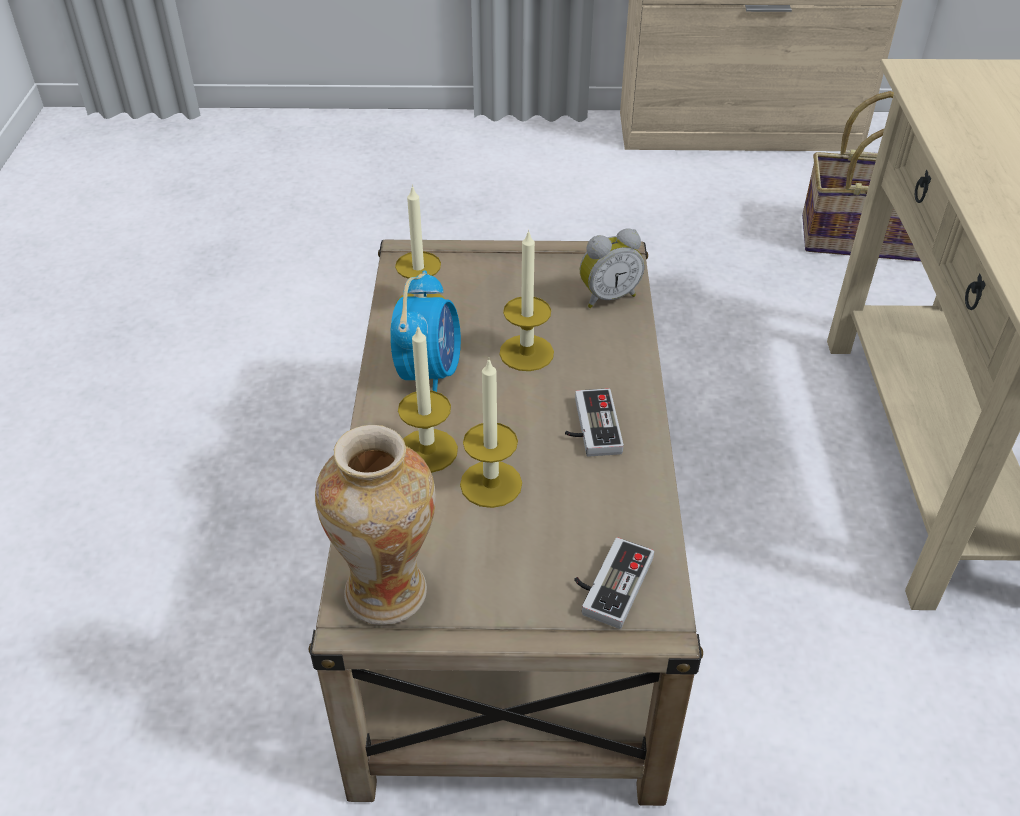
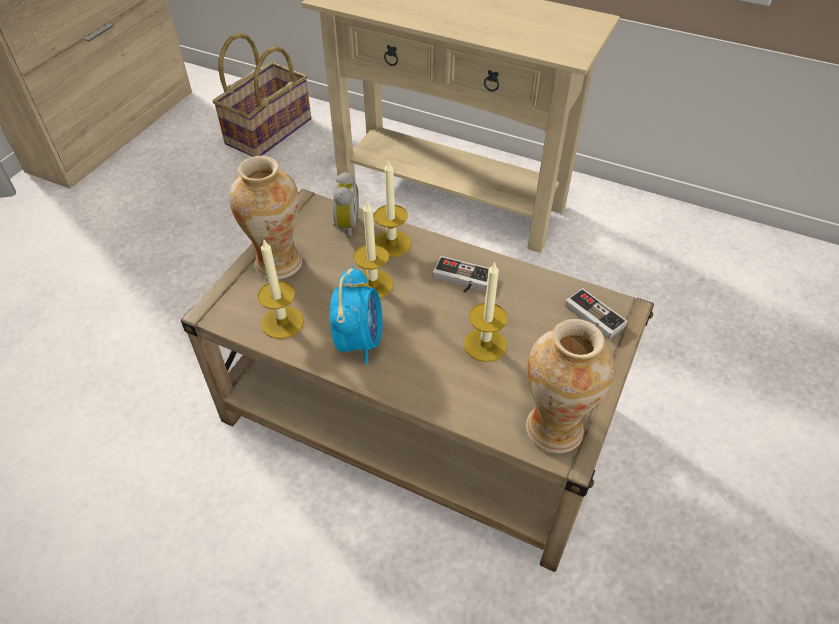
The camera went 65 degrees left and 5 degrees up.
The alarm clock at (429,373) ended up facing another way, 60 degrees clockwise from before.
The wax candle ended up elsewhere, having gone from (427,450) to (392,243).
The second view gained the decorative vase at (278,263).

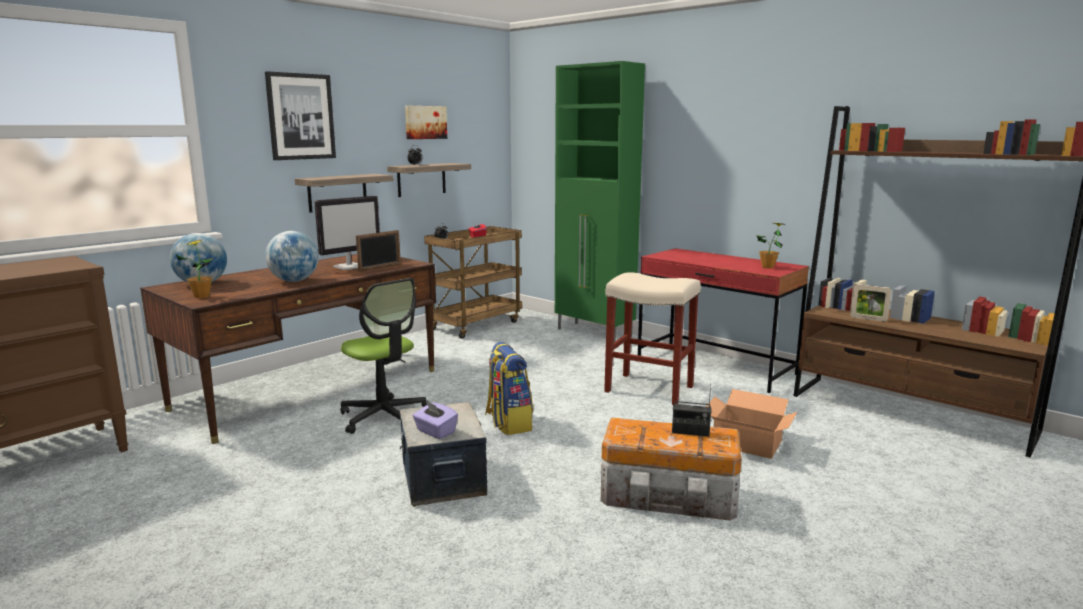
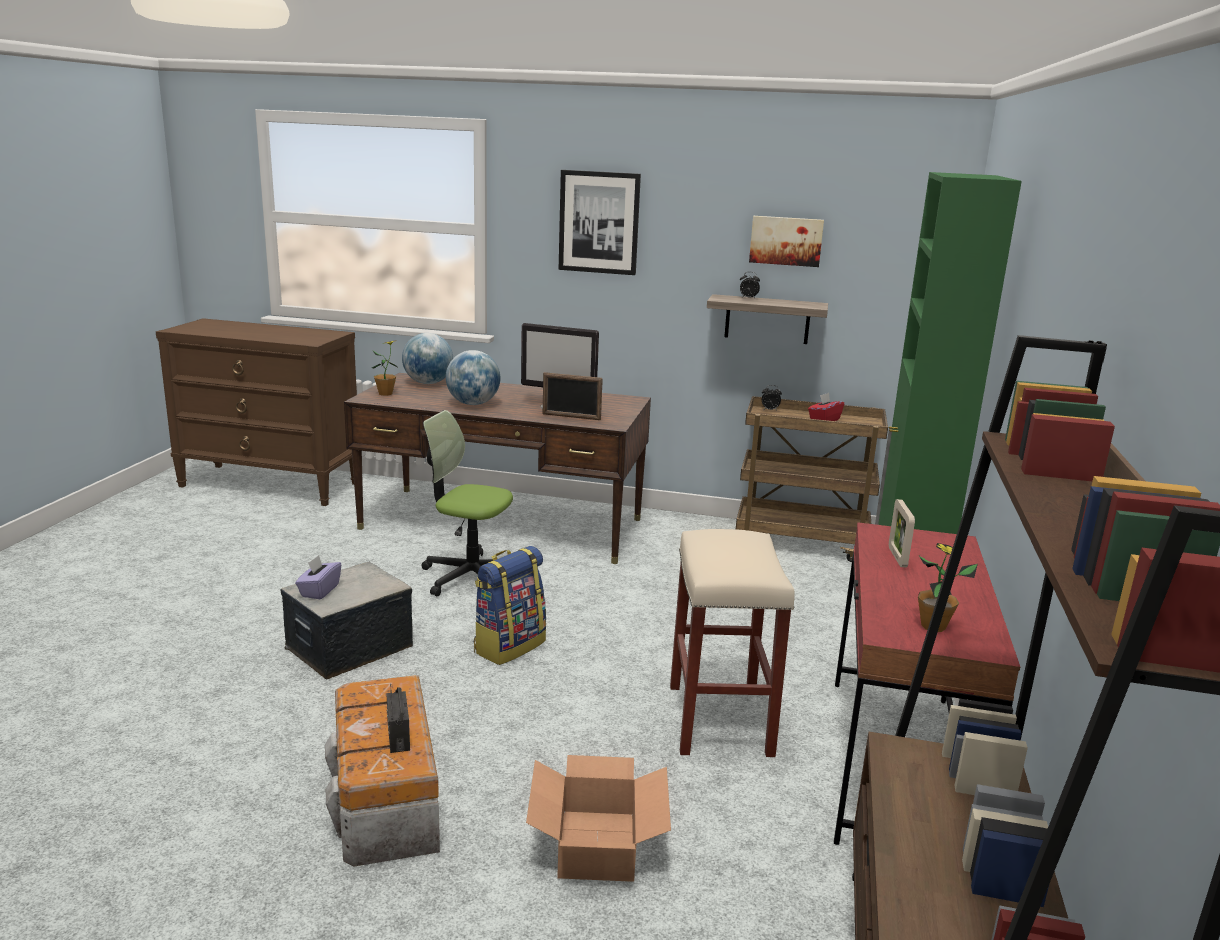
The camera went 60 degrees right and 5 degrees up.
The second view lost the bracket shelf at (337,192).
The desk chair at (384,416) ended up facing another way, 90 degrees clockwise from before.
The picture frame ended up elsewhere, having gone from (868,319) to (897,557).

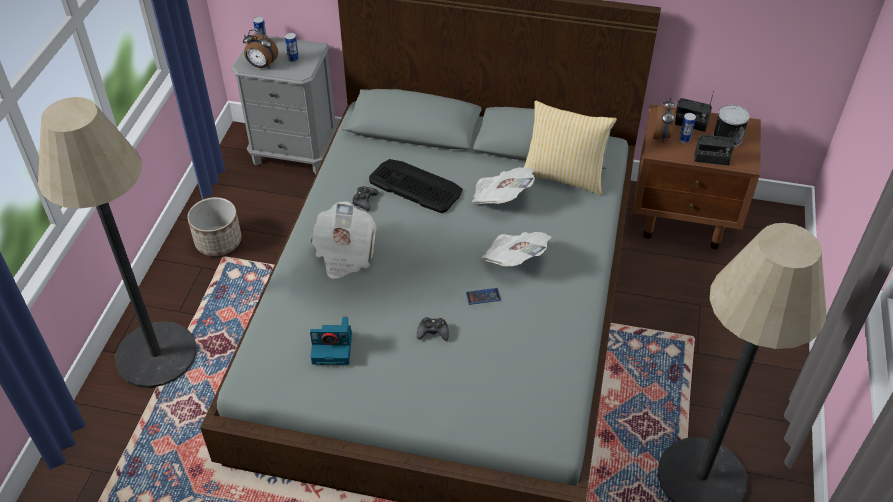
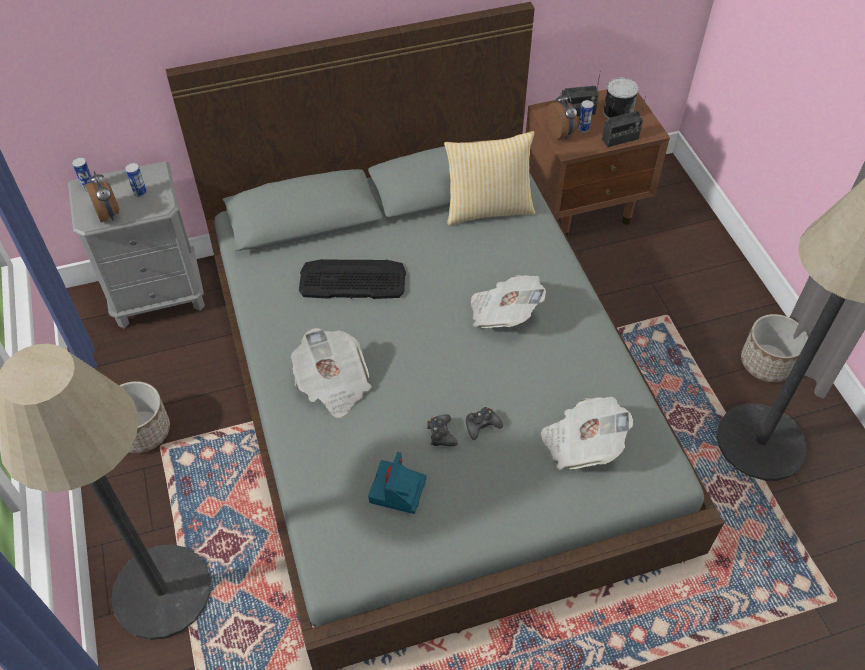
The camera went 30 degrees left and 5 degrees up.
The alarm clock at (262,66) ended up facing another way, 105 degrees counterclockwise from before.
The still camera at (333,347) ended up facing another way, 135 degrees clockwise from before.
The blackish joypad ended up elsewhere, having gone from (364,201) to (441,434).
The second view lost the phone at (483,296).
The printed paper ended up elsewhere, having gone from (501,197) to (582,444).
The second view gained the flower pot at (767,363).

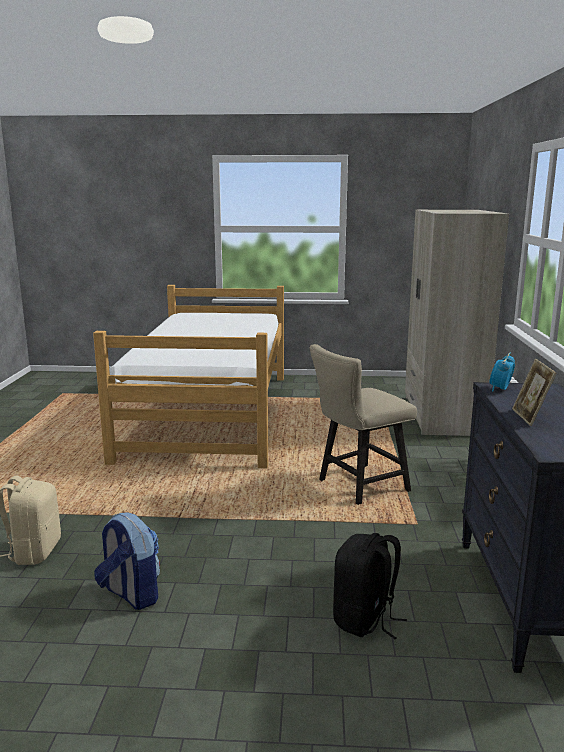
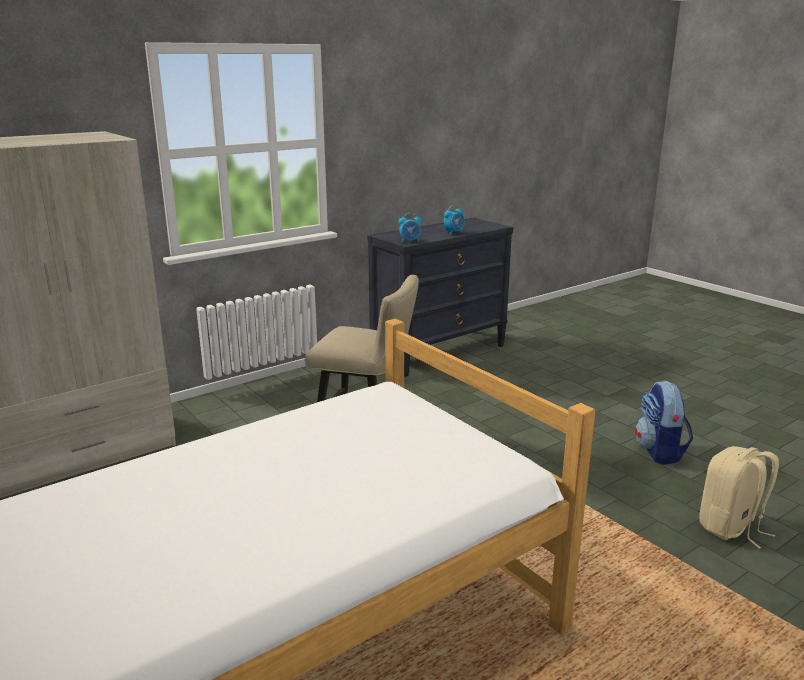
The camera went 130 degrees left and 5 degrees up.
The second view lost the blackish knapsack at (365,620).
Where the picture frame stood at (530,417), the alarm clock came to stand at (454,232).

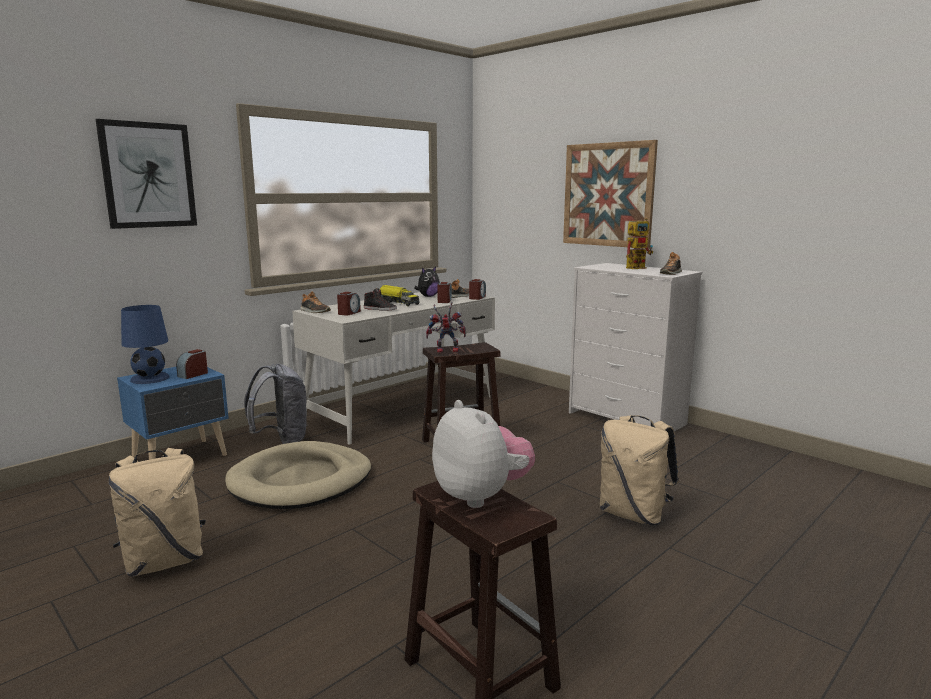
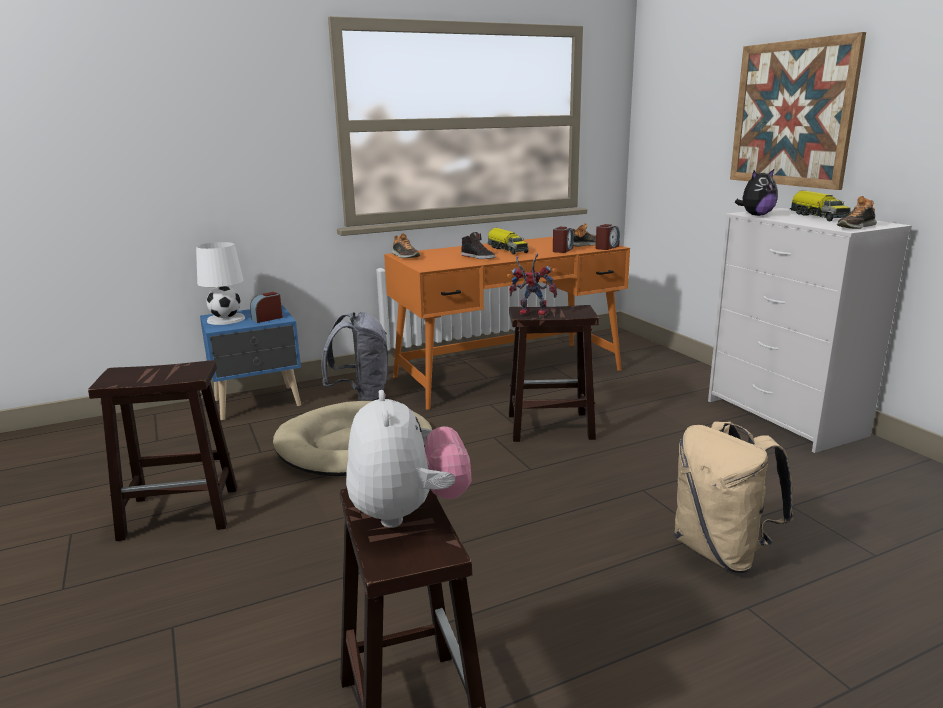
The camera went 20 degrees right and 5 degrees up.
The second view lost the wall art at (148,175).
Where the sand-coloured knapsack stood at (164,561), the brown-coloured stool came to stand at (182,512).
What was the blue-coloured tabletop lamp at (150,378) turned into the whitish tabletop lamp at (226,319).
What was the whitish desk table at (403,408) turned into the orange desk table at (508,373).
The second view lost the alarm clock at (349,313).
The plush toy ended up elsewhere, having gone from (428,296) to (756,215).
Where the toy robot stood at (638,267), the toy truck came to stand at (817,216).

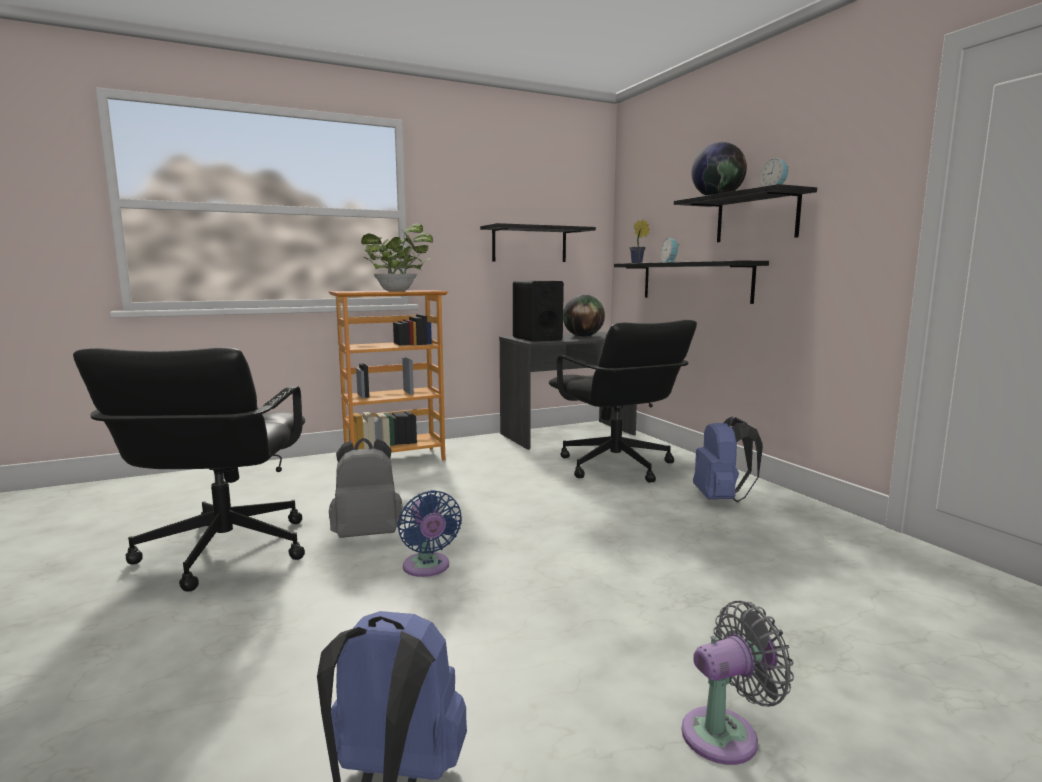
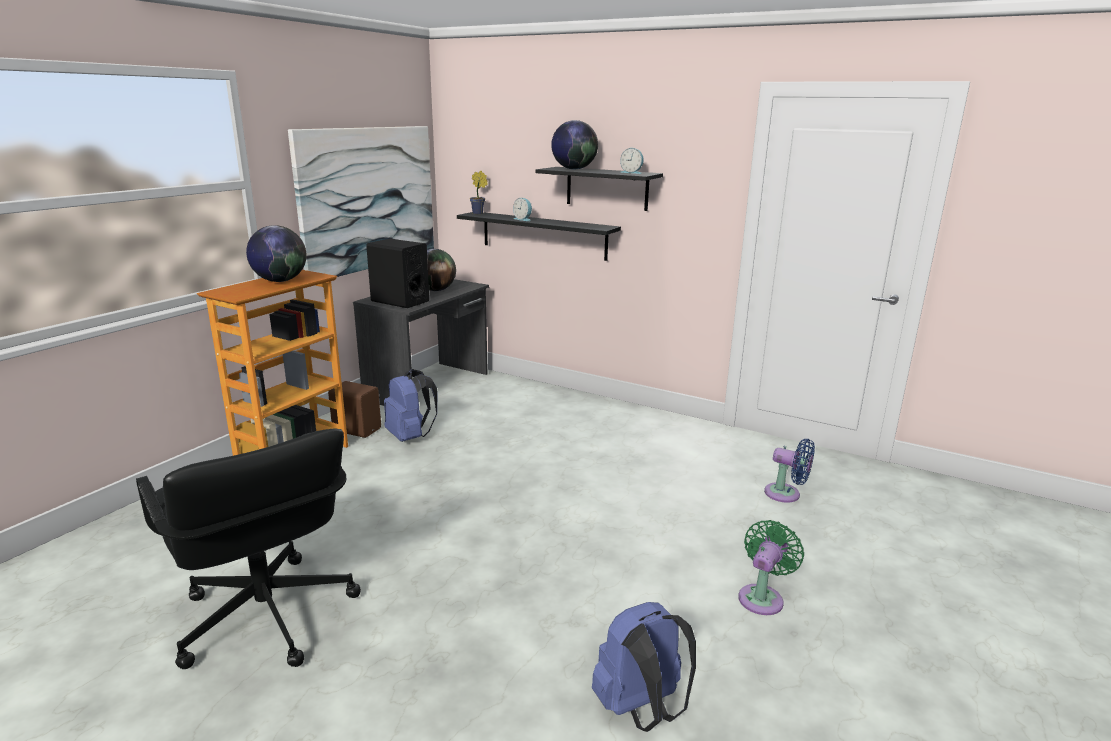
The camera went 35 degrees left and 10 degrees up.
The second view lost the greyish knapsack at (368,534).
Where the houseplant stood at (399,290), the desk globe came to stand at (280,281).
The blue-coloured cooling fan ended up elsewhere, having gone from (427,568) to (786,494).
Where the blackish bracket shelf hung at (529,244), the wall art came to hang at (368,199).
The second view lost the blackish desk chair at (615,466).
What was the greyish cooling fan at (726,733) turned into the green cooling fan at (762,597).
The blue-coloured knapsack ended up elsewhere, having gone from (721,499) to (410,436).
The second view gained the brown-coloured speaker at (357,429).

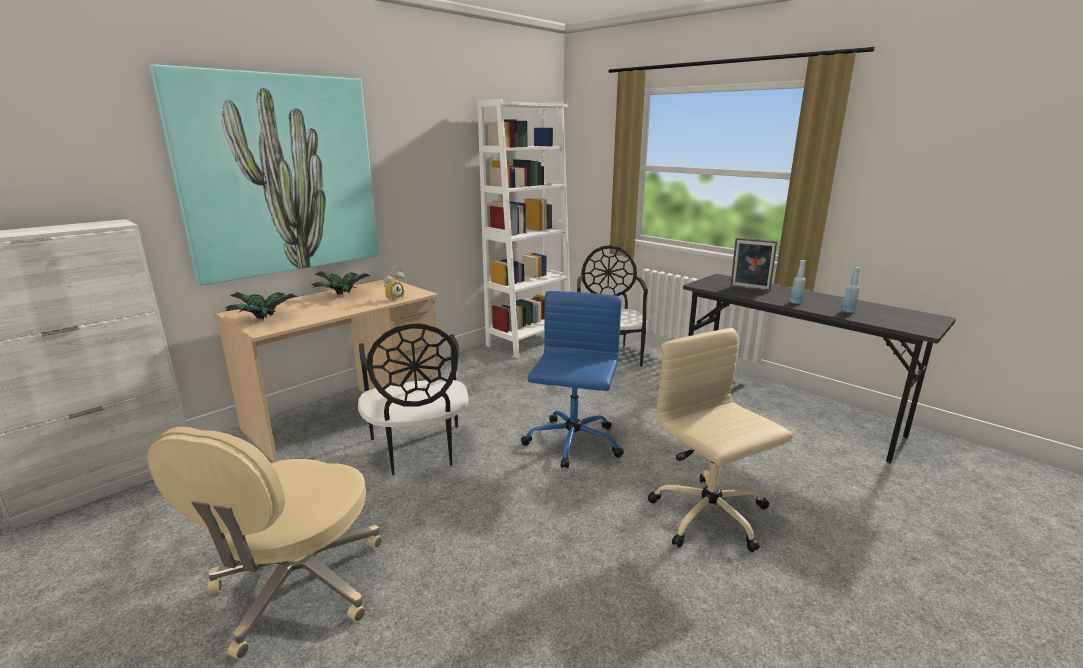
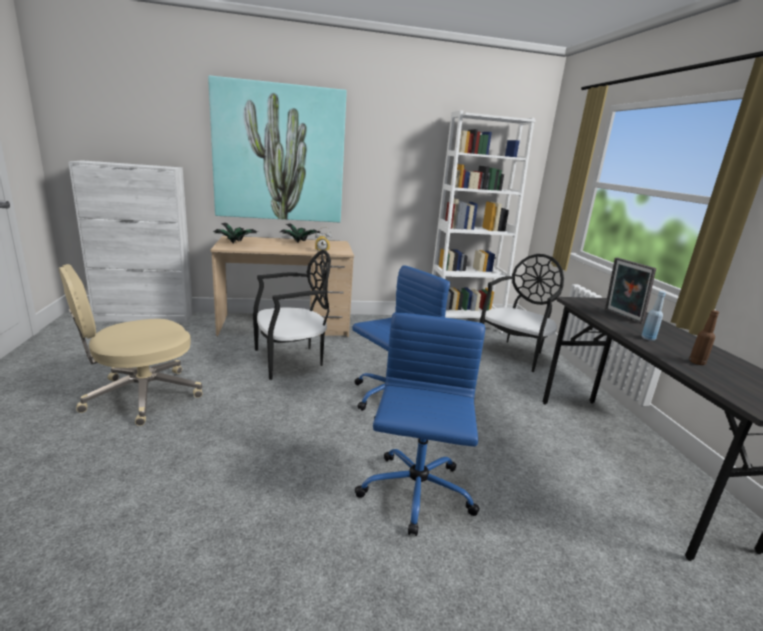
The camera went 35 degrees right and 0 degrees up.
The blackish upright chair at (418,450) ended up facing another way, 135 degrees counterclockwise from before.
What was the sand-coloured desk chair at (710,517) turned into the blue-coloured desk chair at (416,493).
What was the blue-coloured beverage bottle at (848,311) turned into the brown-coloured beverage bottle at (697,362).

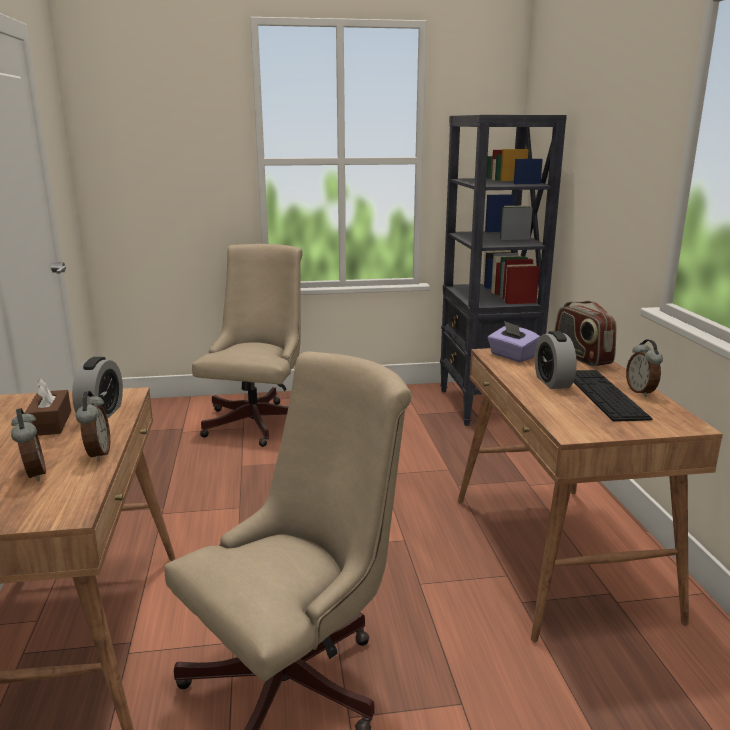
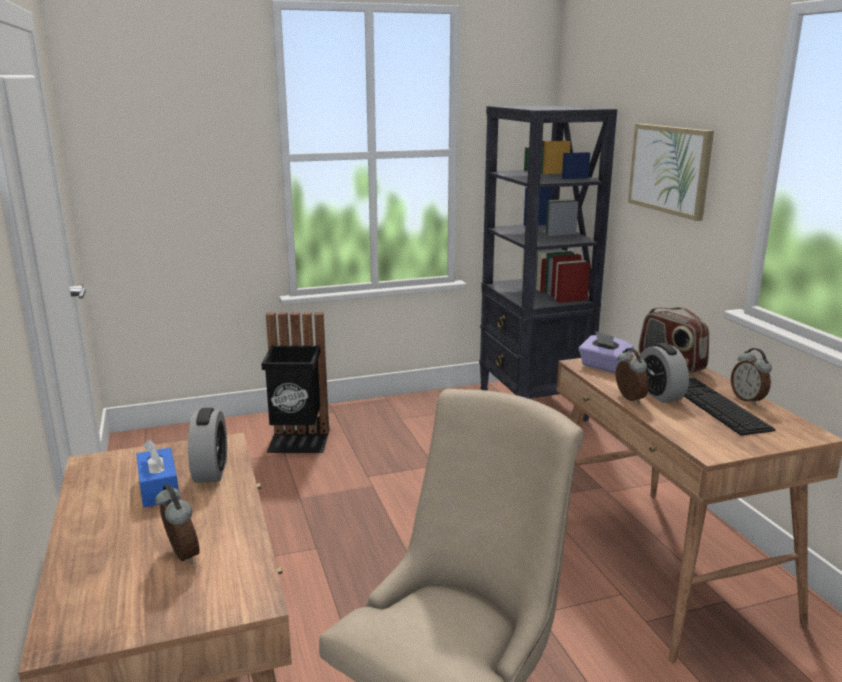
The camera went 10 degrees left and 0 degrees up.
What was the brown-coloured tissue box at (50,423) turned into the blue-coloured tissue box at (159,488).
The alarm clock ended up elsewhere, having gone from (97,454) to (628,399).
Where the sand-coloured desk chair stood at (259,420), the blackish rubbish bin came to stand at (298,443).
The second view gained the wall art at (670,169).

